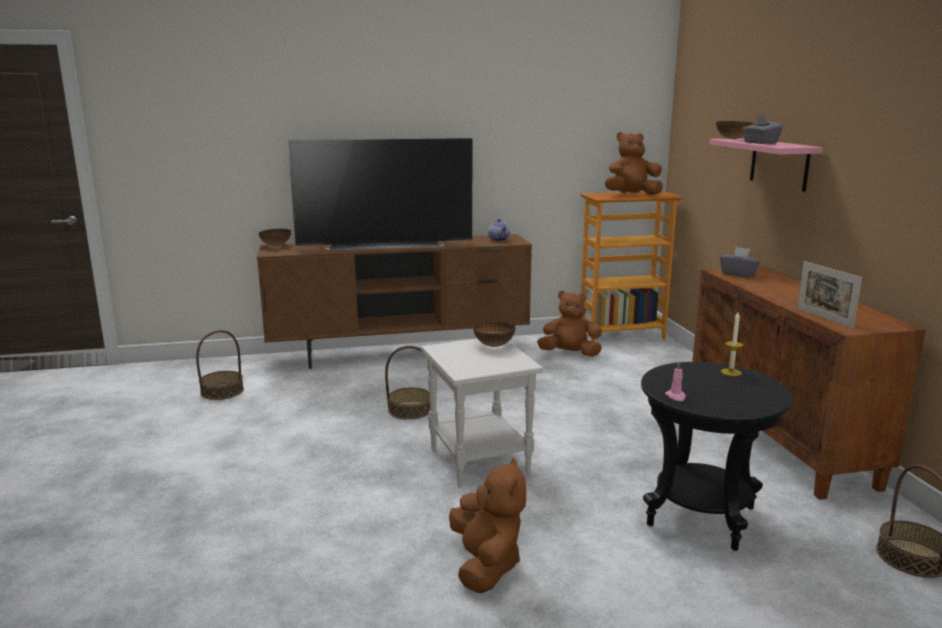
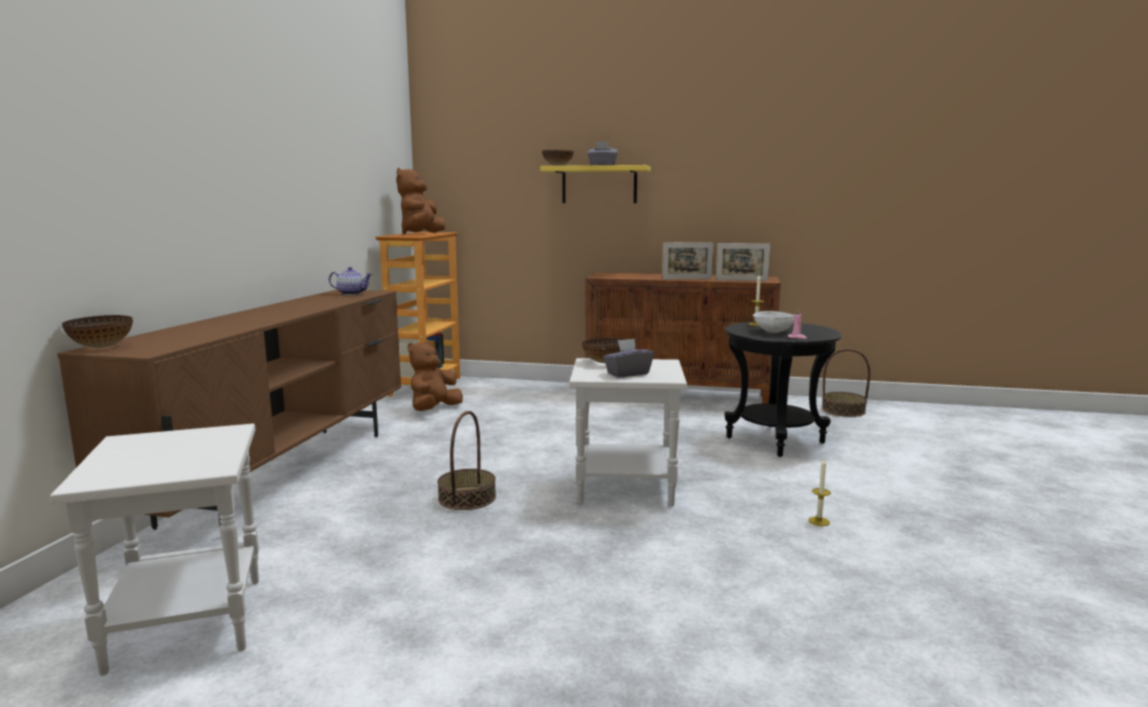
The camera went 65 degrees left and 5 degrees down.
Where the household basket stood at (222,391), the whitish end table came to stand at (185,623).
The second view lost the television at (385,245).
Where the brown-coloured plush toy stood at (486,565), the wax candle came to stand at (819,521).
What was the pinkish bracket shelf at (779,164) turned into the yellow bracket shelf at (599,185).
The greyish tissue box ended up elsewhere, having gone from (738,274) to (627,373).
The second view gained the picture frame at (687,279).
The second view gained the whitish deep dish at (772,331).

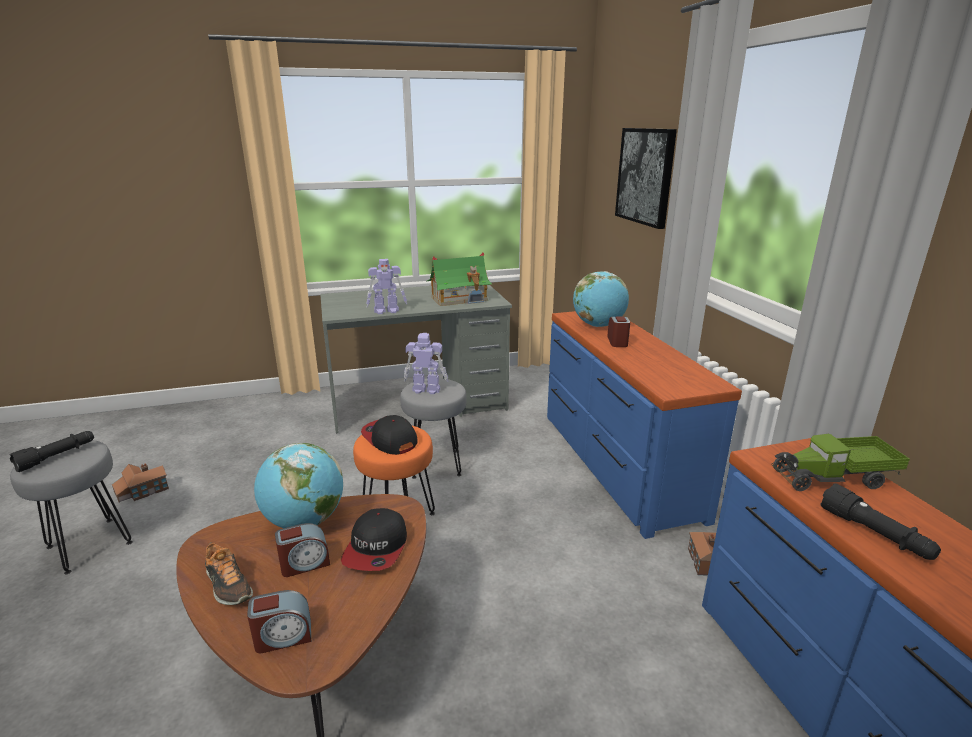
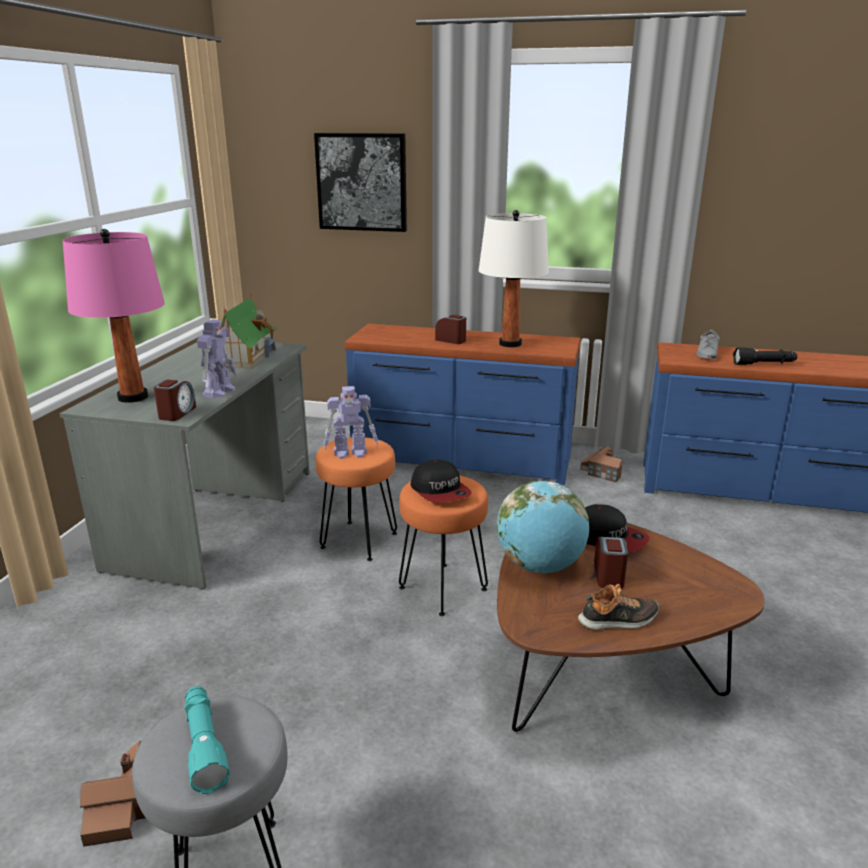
The camera went 60 degrees left and 0 degrees up.
What was the blackish flashlight at (57,456) turned into the turquoise flashlight at (204,745).
The alarm clock ended up elsewhere, having gone from (283,637) to (177,413).
The peaked cap at (389,439) ended up facing another way, 105 degrees counterclockwise from before.
What was the greyish stool at (435,464) turned into the orange stool at (359,541).
The toy robot at (425,389) ended up facing another way, 135 degrees counterclockwise from before.
The second view lost the desk globe at (598,325).
Where the toy truck stood at (834,478), the greyish shoe came to stand at (707,354).
The second view gained the pinkish tabletop lamp at (132,397).
The second view gained the whitish tabletop lamp at (510,344).

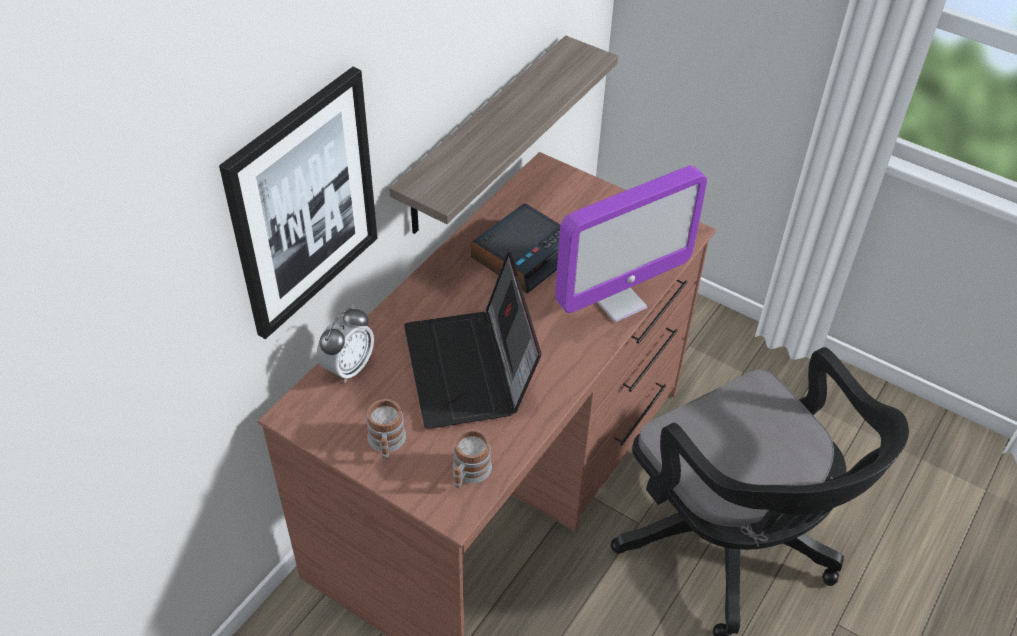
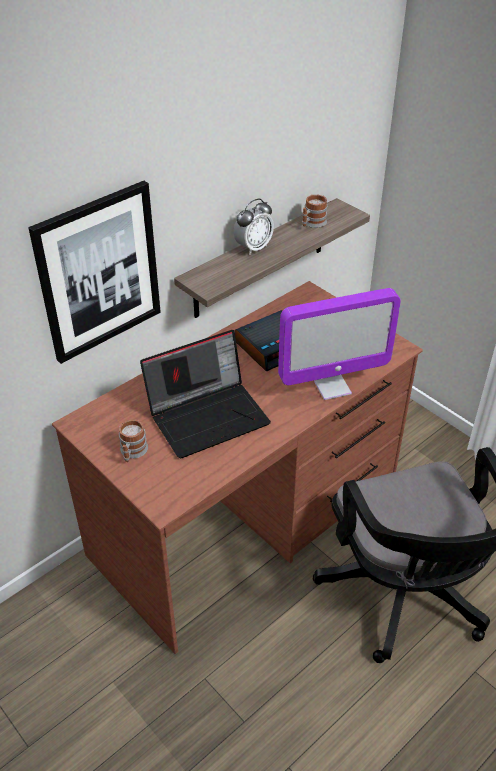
The camera went 15 degrees right and 5 degrees down.
The alarm clock ended up elsewhere, having gone from (348,368) to (253,248).
The notebook computer at (471,370) ended up facing another way, 120 degrees counterclockwise from before.
The tea mug ended up elsewhere, having gone from (468,473) to (312,223).

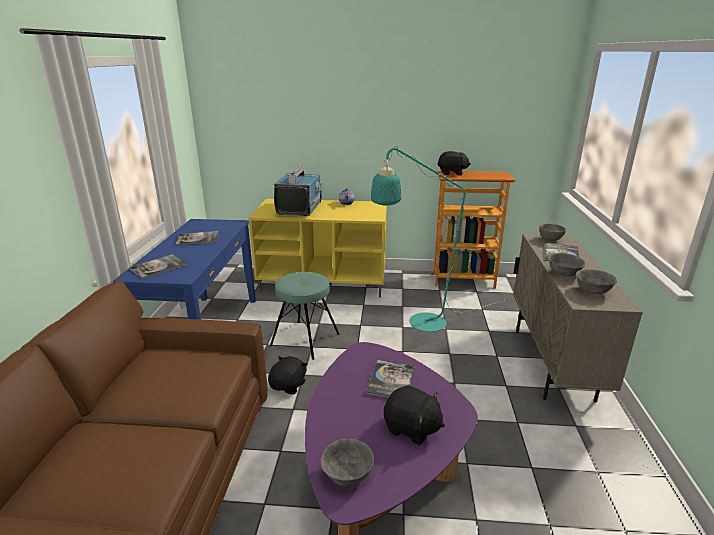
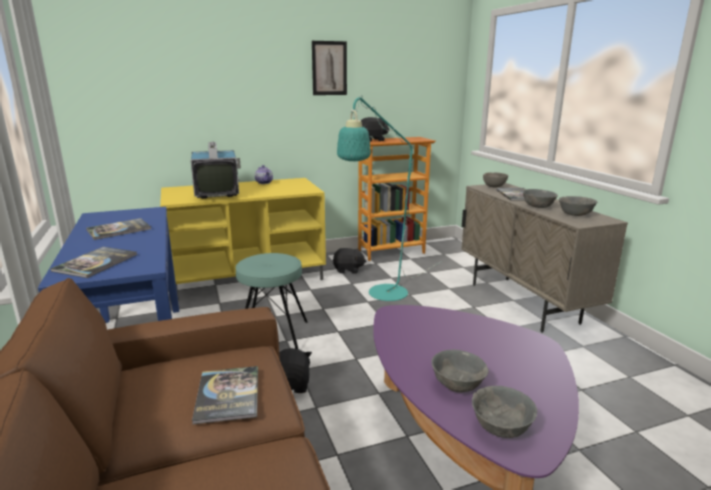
The camera went 25 degrees left and 5 degrees down.
The book ended up elsewhere, having gone from (391,380) to (228,395).
The blackish plush toy ended up elsewhere, having gone from (412,428) to (348,270).
The second view gained the wall art at (329,68).
The second view gained the greyish deep dish at (458,385).

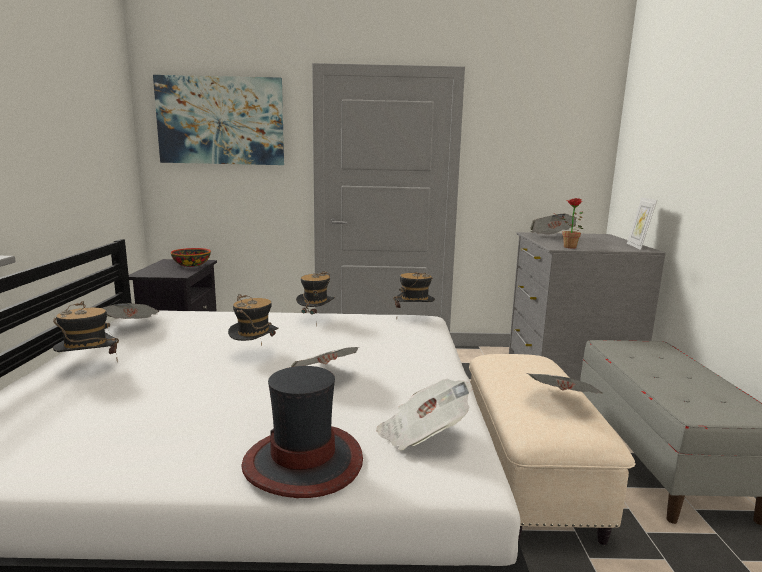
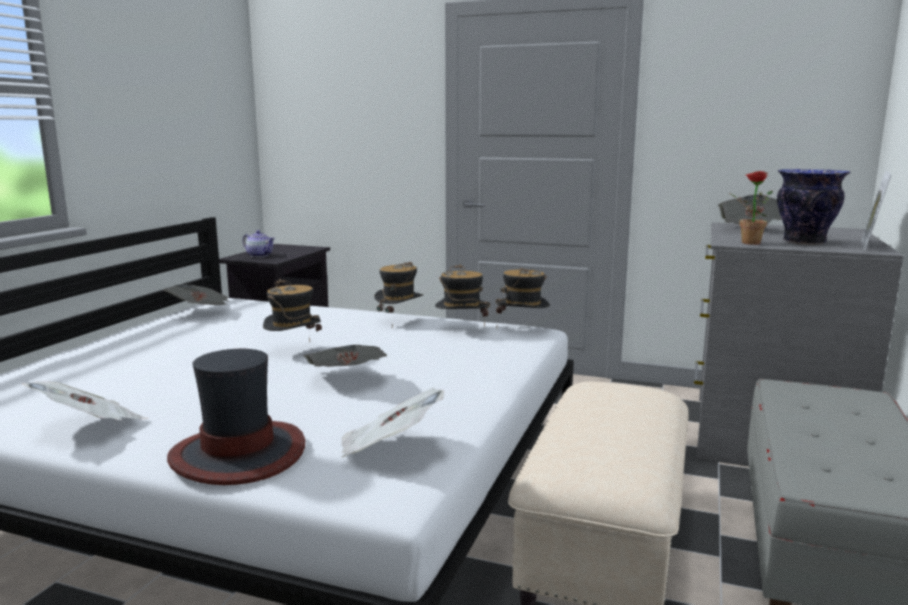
The camera went 20 degrees right and 0 degrees up.
The wearable hat ended up elsewhere, having gone from (89,369) to (461,330).
The second view lost the wall art at (221,121).
The second view lost the deep dish at (191,265).
The printed paper ended up elsewhere, having gone from (562,402) to (92,427).
The second view gained the tea pot at (259,255).
The second view gained the decorative vase at (803,242).

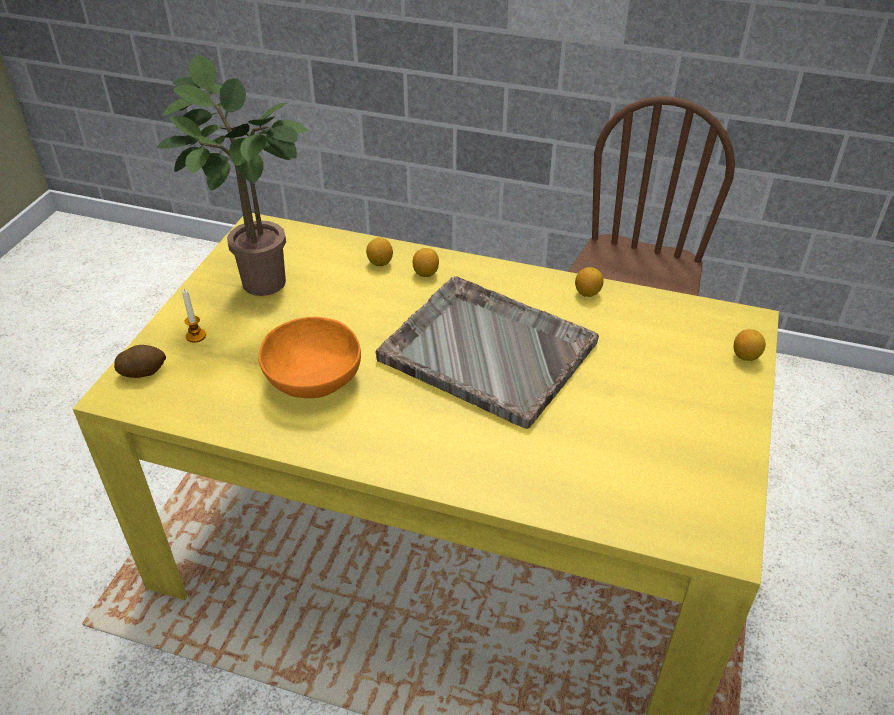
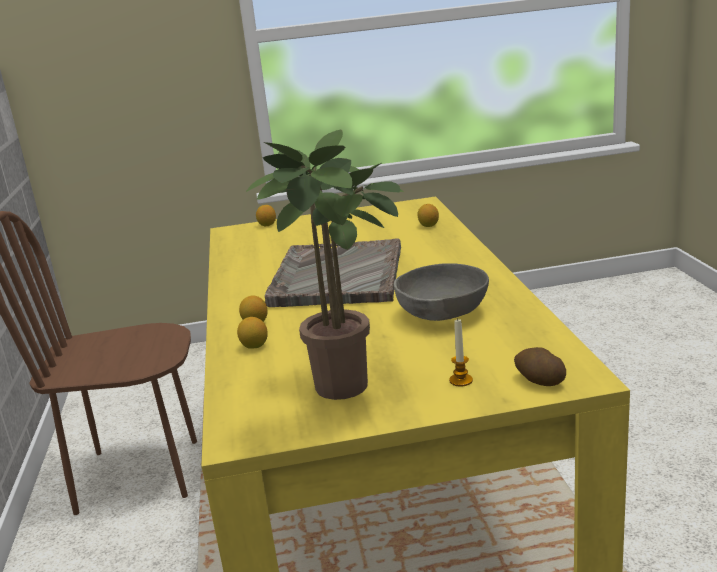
The camera went 115 degrees left and 20 degrees down.
What was the orange deep dish at (312,379) turned into the greyish deep dish at (443,313).
The whole lemon ended up elsewhere, having gone from (587,293) to (428,225).

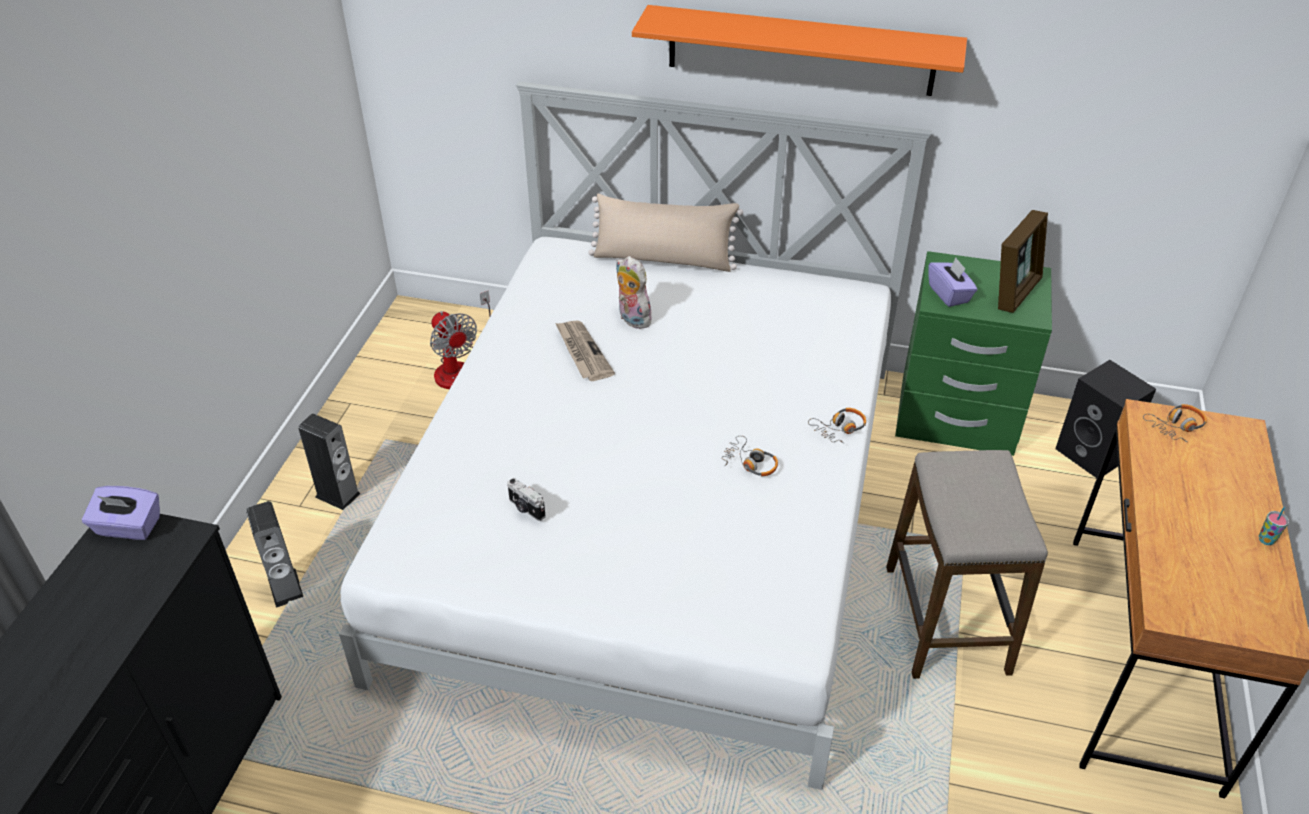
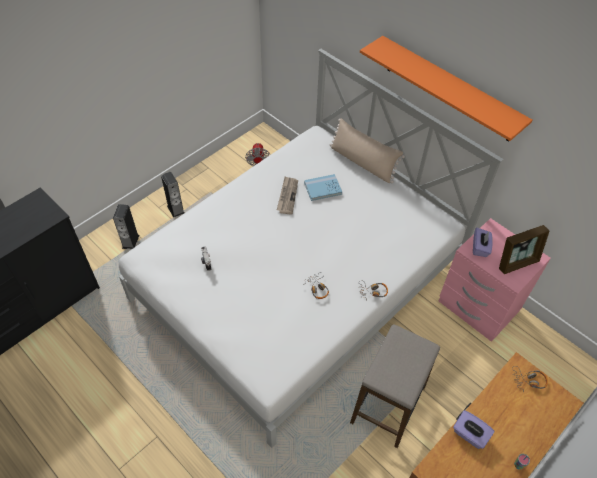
The camera went 30 degrees right and 10 degrees up.
The purple tissue box ended up elsewhere, having gone from (128,527) to (469,434).
Where the plush toy stood at (632,319), the blue-coloured book came to stand at (323,188).
What was the green night table at (956,417) turned into the pinkish night table at (478,306).
The second view lost the blackish speaker at (1094,454).

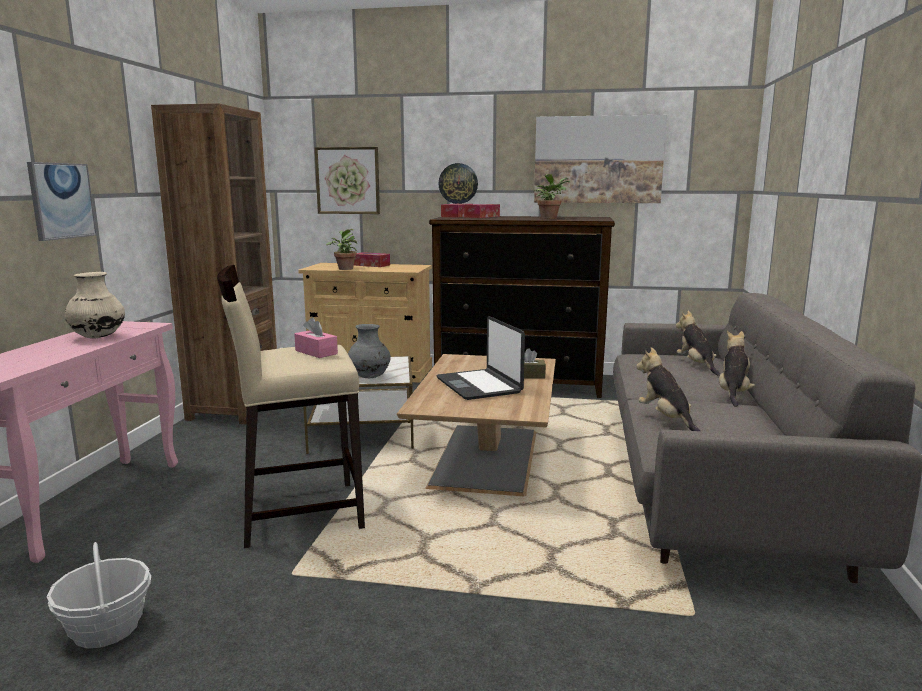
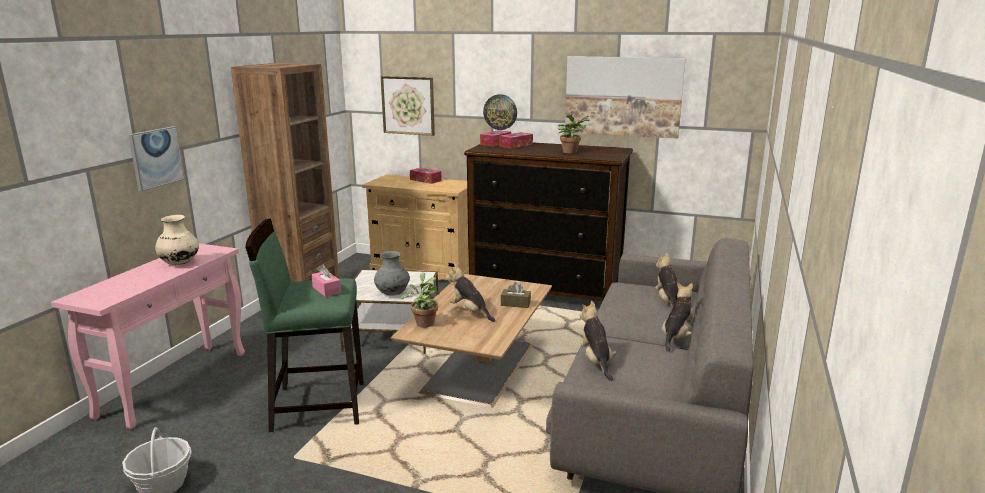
The camera went 10 degrees right and 5 degrees up.
What was the sand-coloured stool at (300,512) turned into the green stool at (317,405).
The houseplant ended up elsewhere, having gone from (344,268) to (424,322).
Where the notebook computer stood at (479,385), the plush toy came to stand at (470,312).

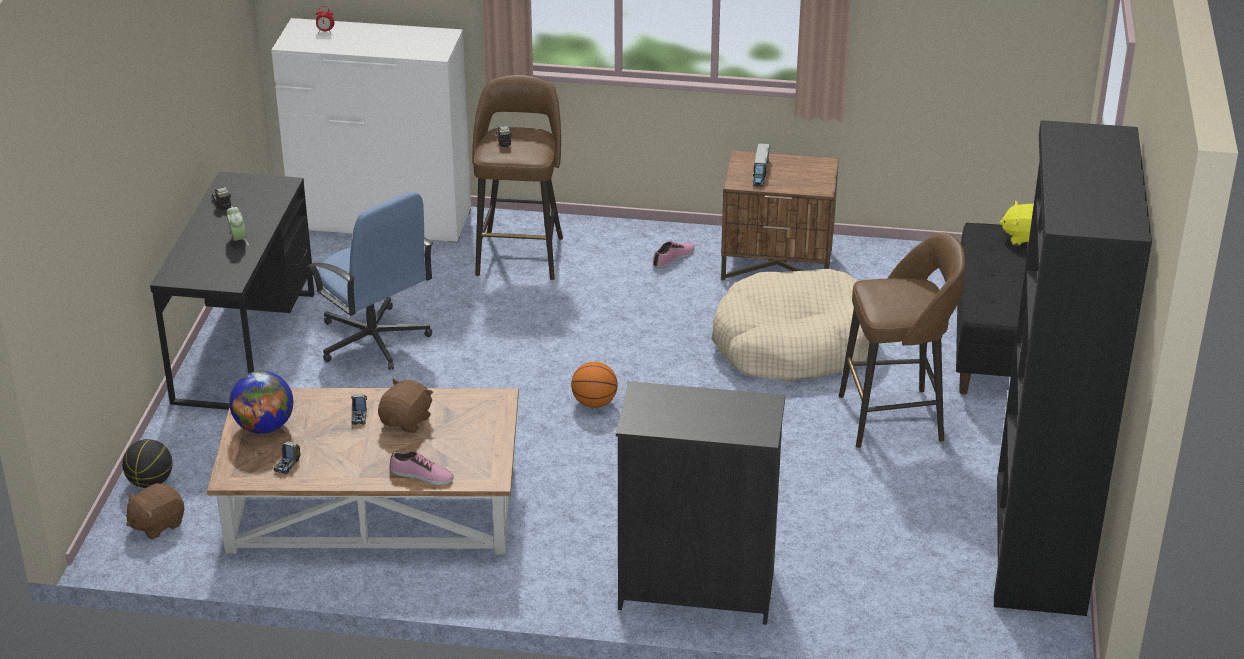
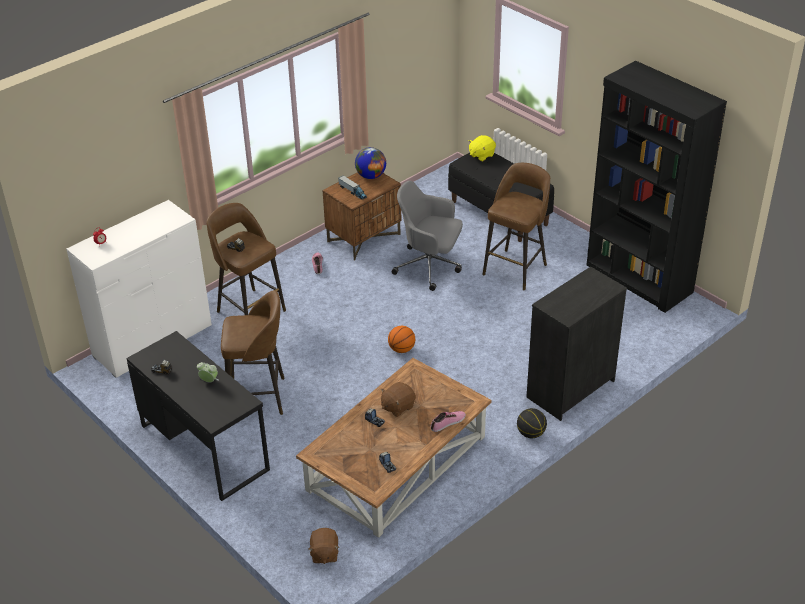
The camera went 50 degrees left and 5 degrees up.
The basketball ended up elsewhere, having gone from (150,482) to (531,433).
The desk globe ended up elsewhere, having gone from (264,427) to (371,176).
Where the blue-coloured desk chair stood at (373,340), the brown-coloured stool came to stand at (259,397).
The brown-coloured plush toy at (407,421) ended up facing another way, 105 degrees counterclockwise from before.
Where the sand-coloured pet bed stood at (794,344), the greyish desk chair came to stand at (430,266).

